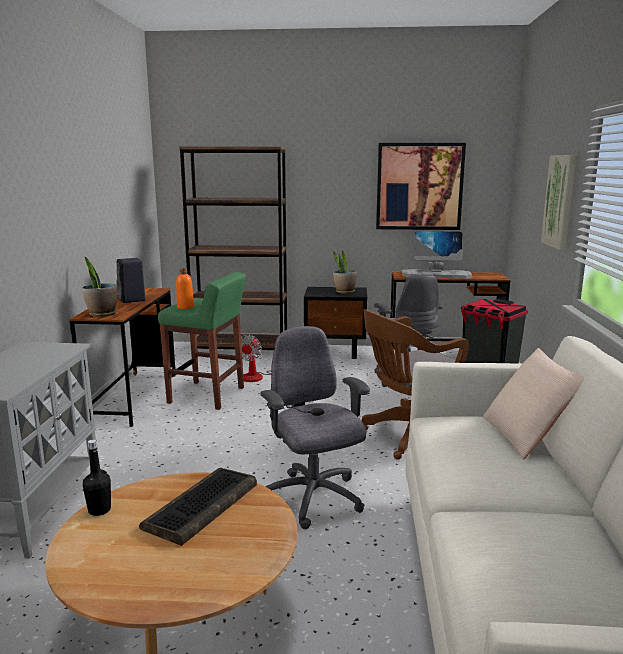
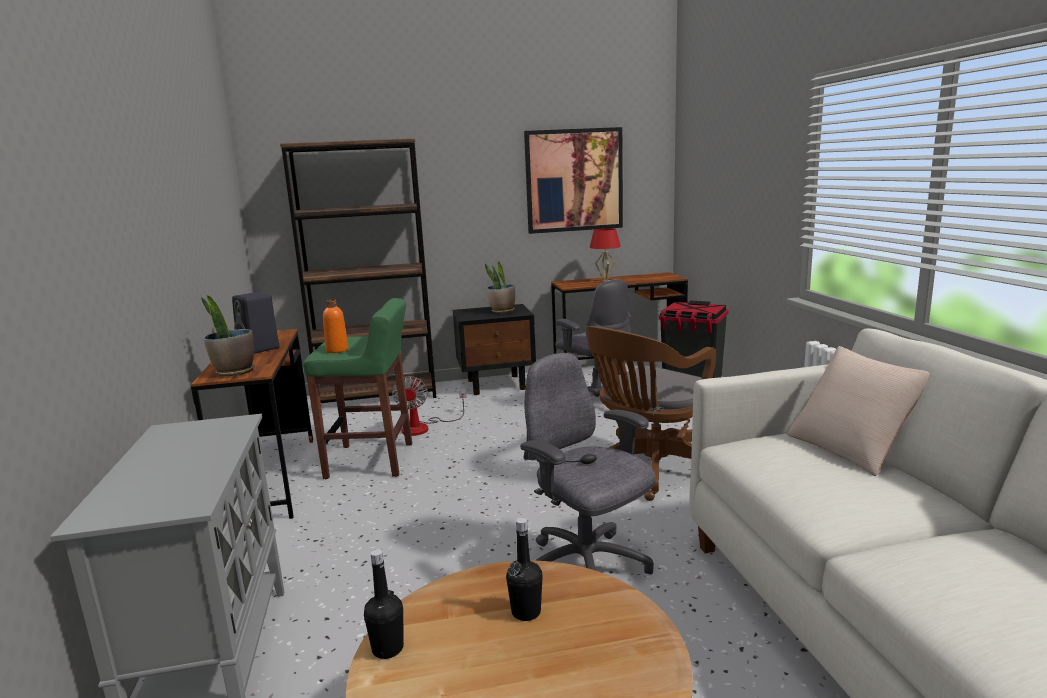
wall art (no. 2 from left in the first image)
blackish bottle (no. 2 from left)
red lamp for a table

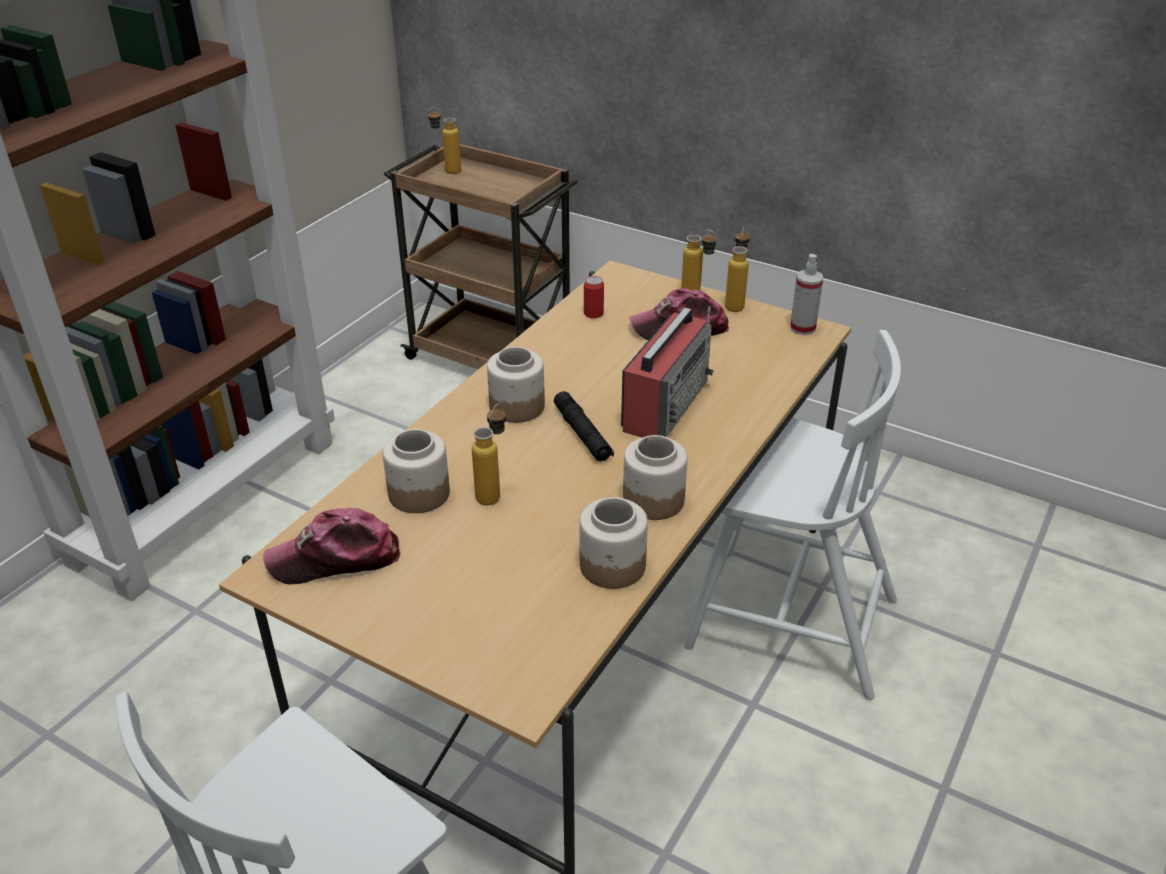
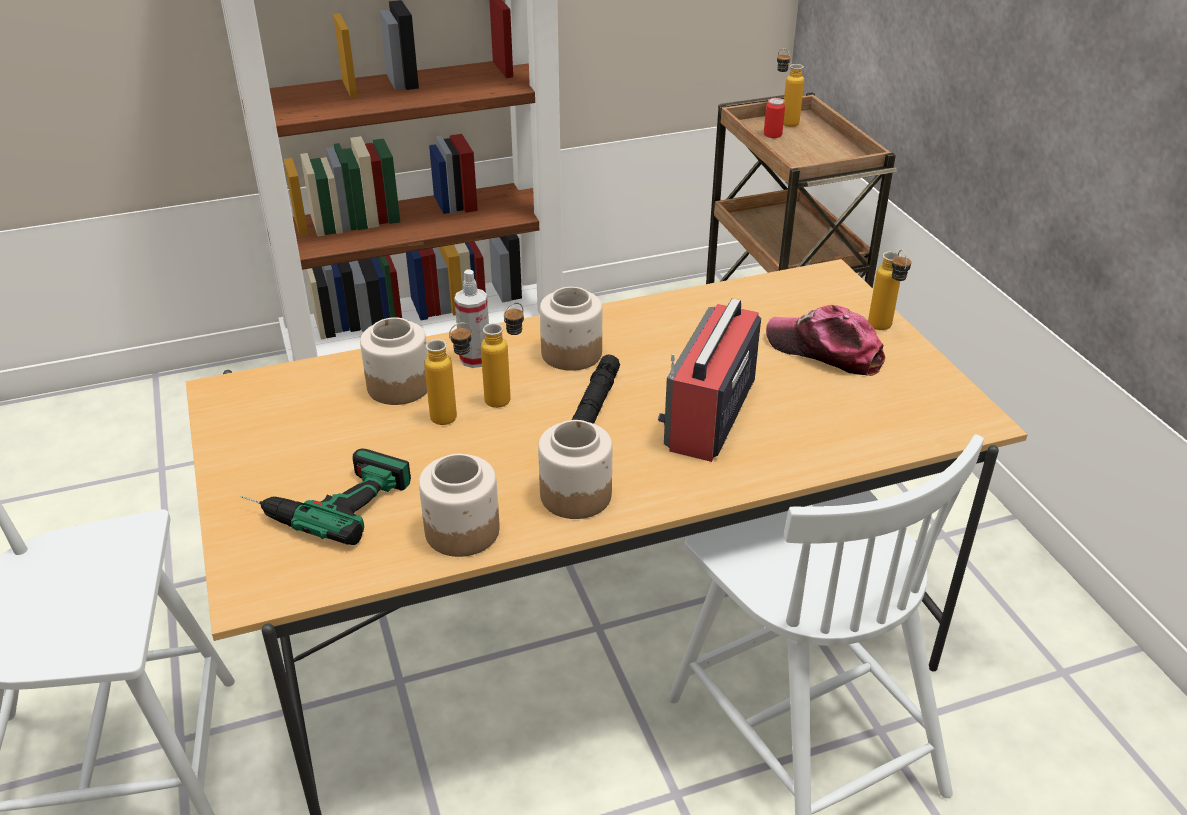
cap (no. 1 from left in the first image)
electric drill
metal can
bottle (no. 2 from left)
spray bottle
radio

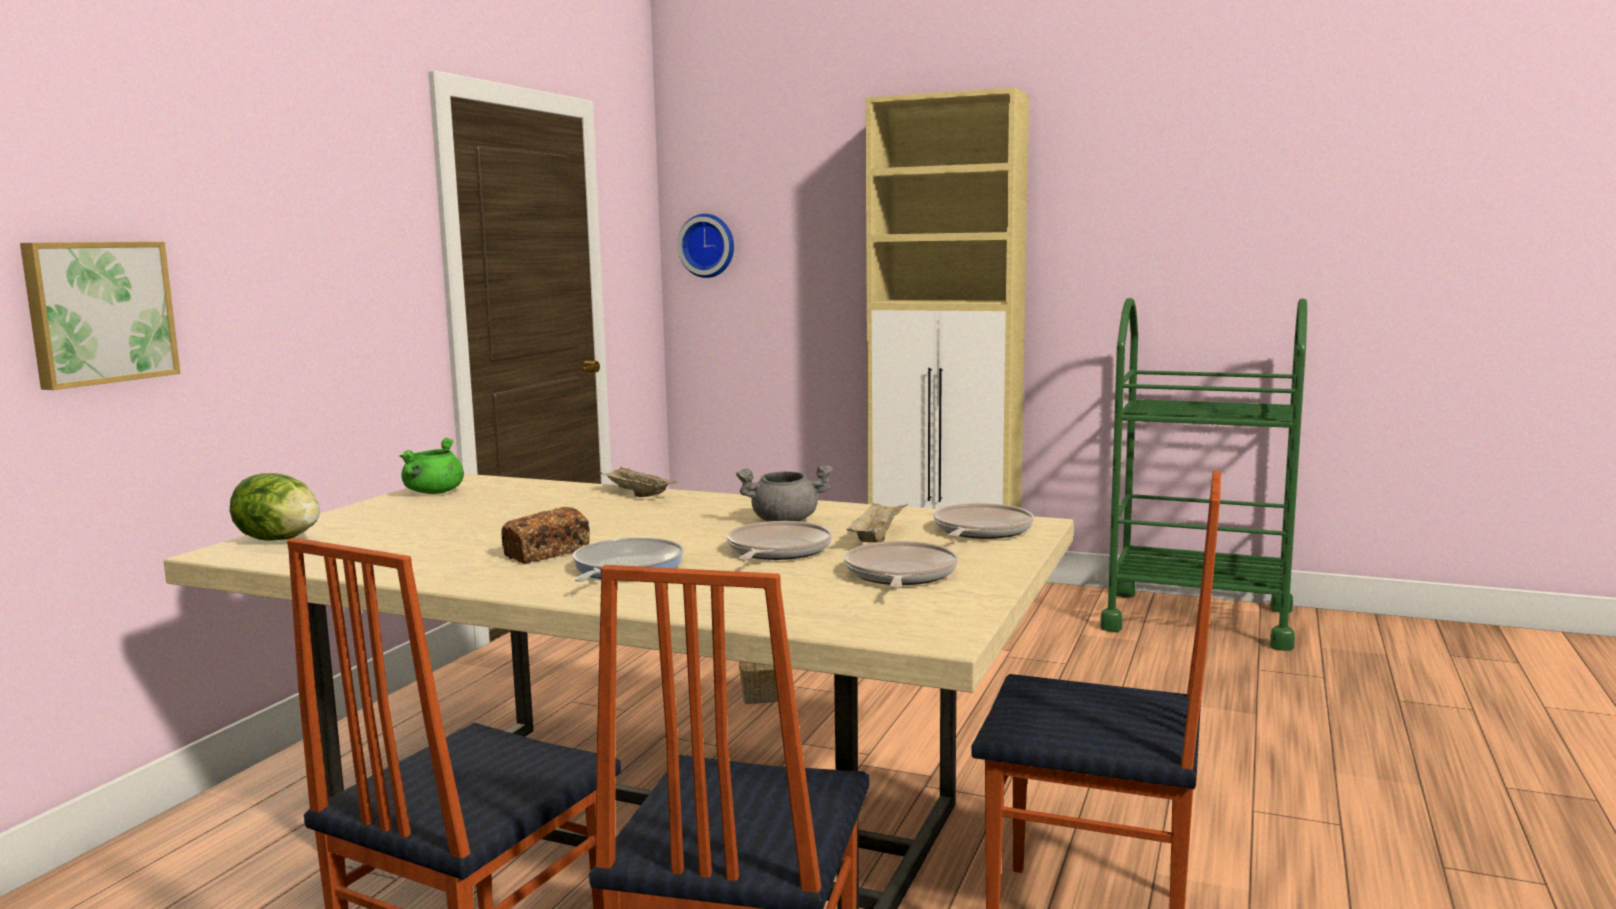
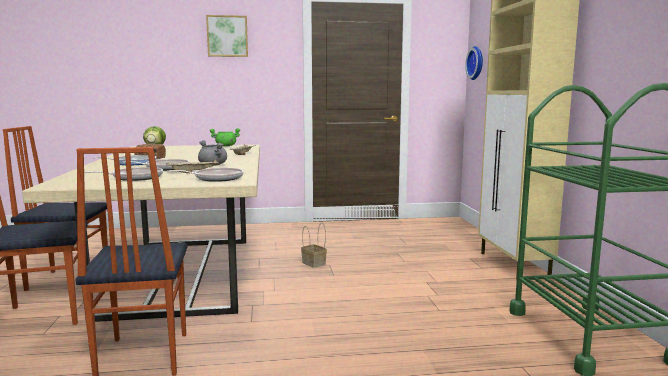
wall art

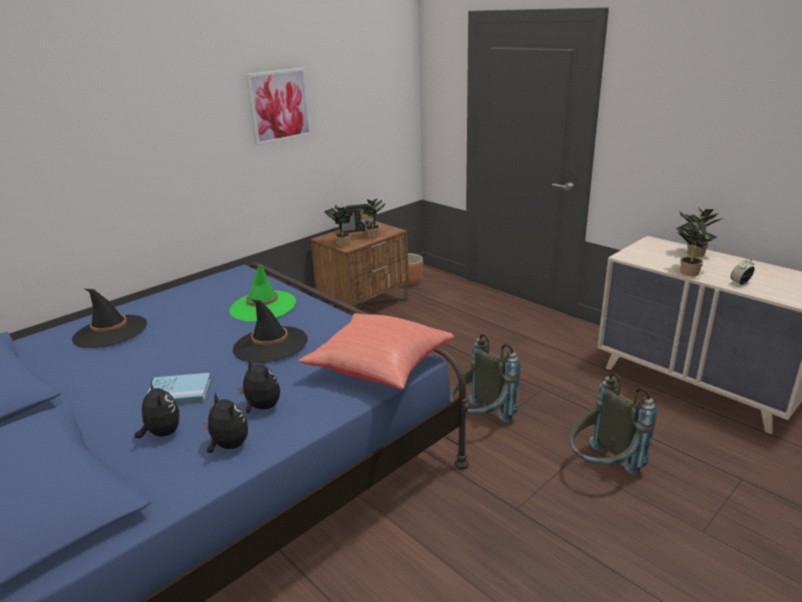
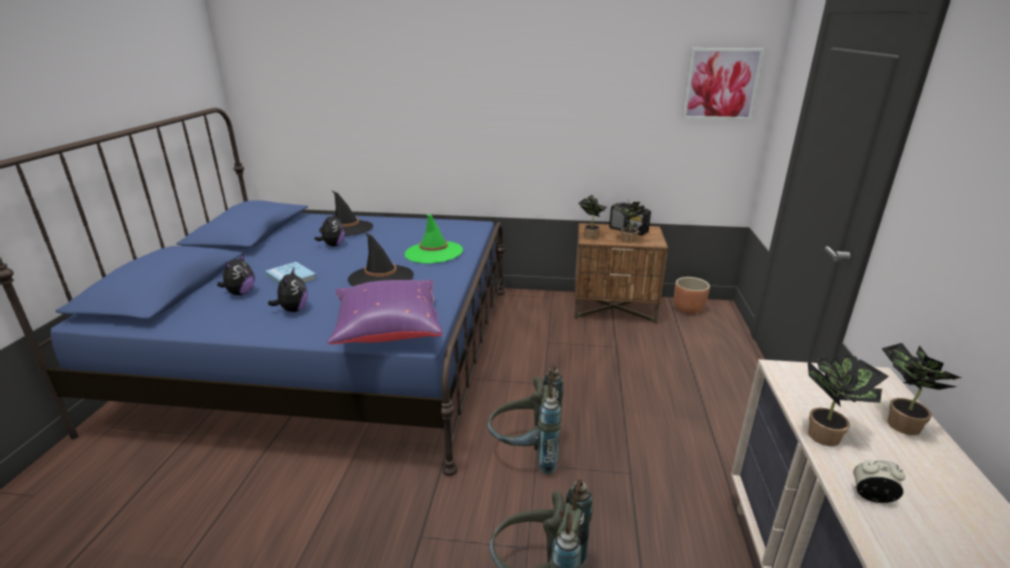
cuddly toy (no. 3 from left)
wall art
purple pillow

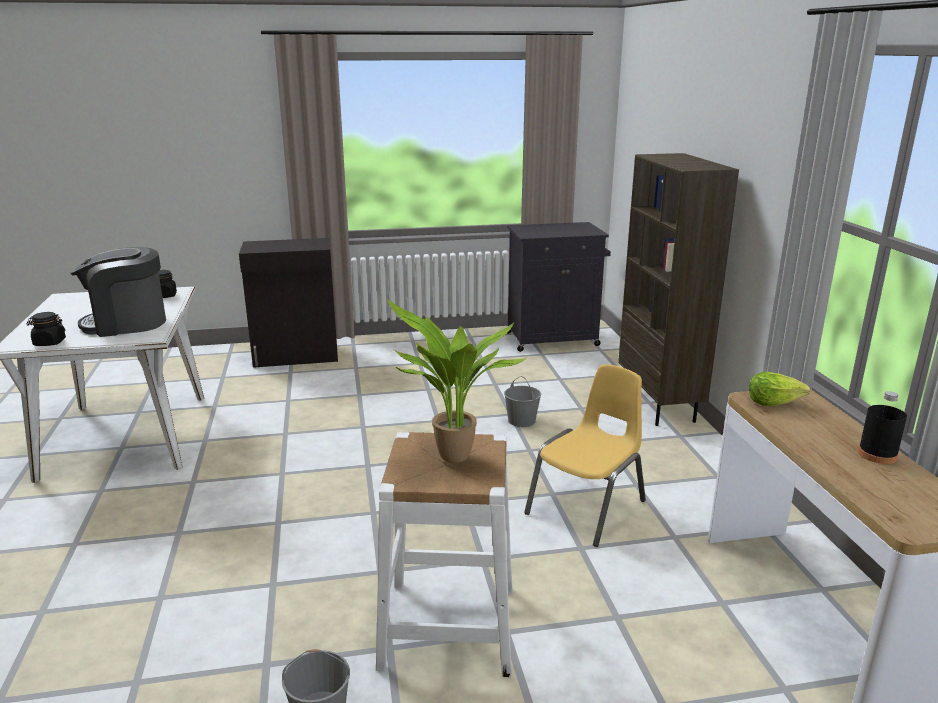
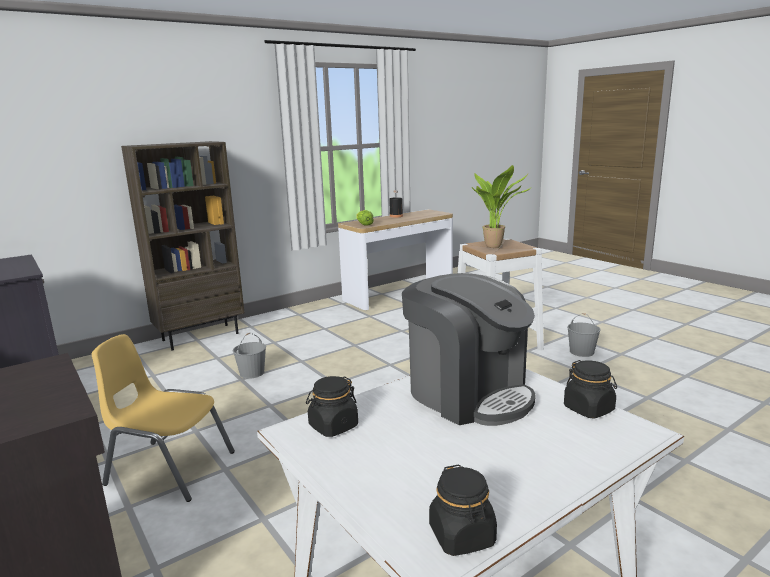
blackish storage jar (no. 2 from left)
yellow-coloured upright chair

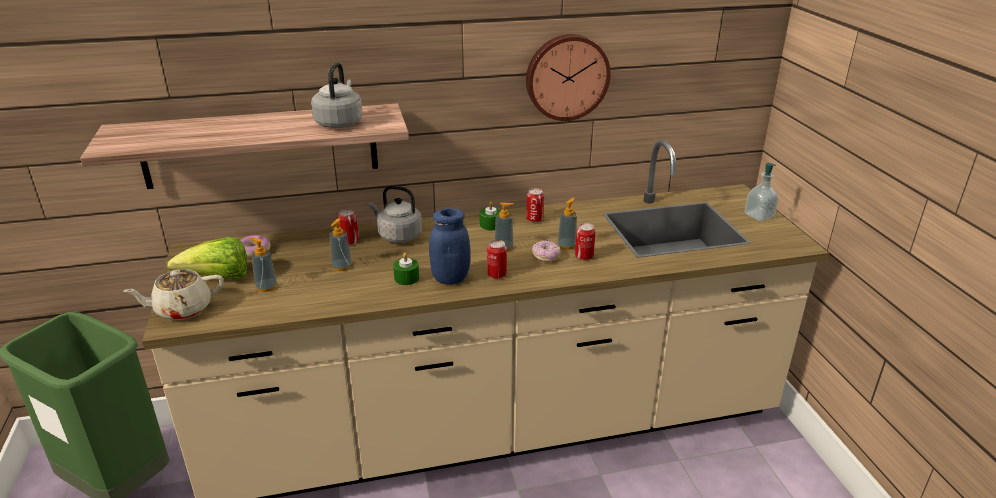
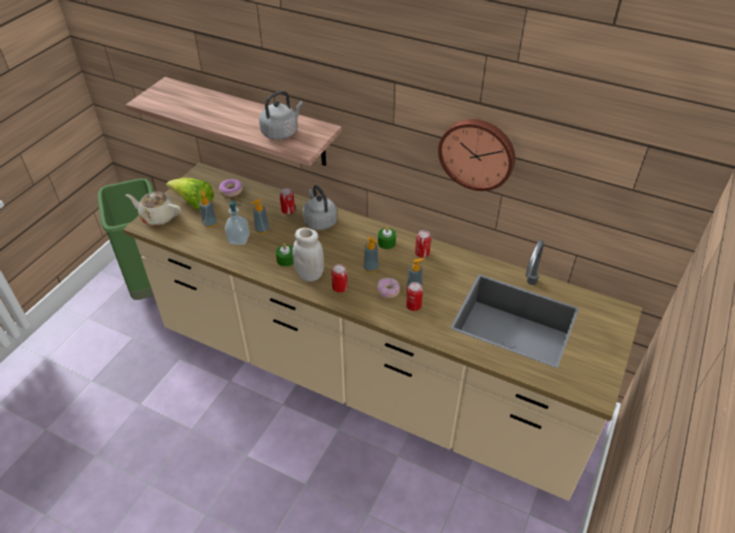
soap dispenser (no. 2 from left)
whitish storage jar

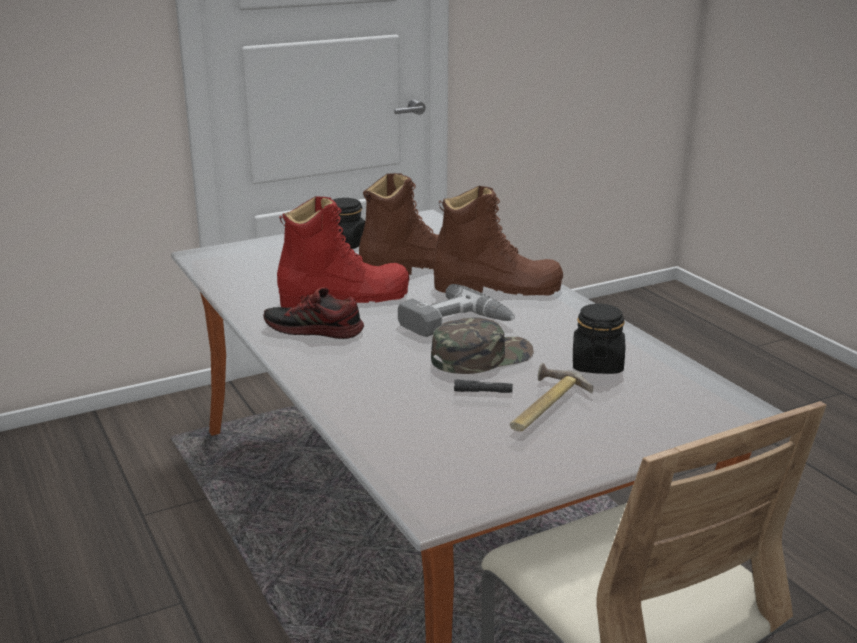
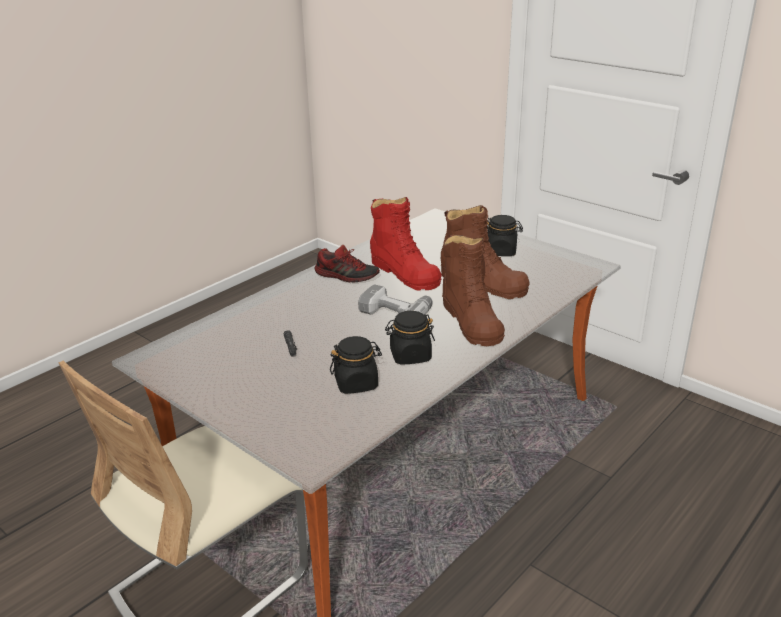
green-coloured cap
tool hammer
blackish storage jar (no. 2 from left)
low shoe

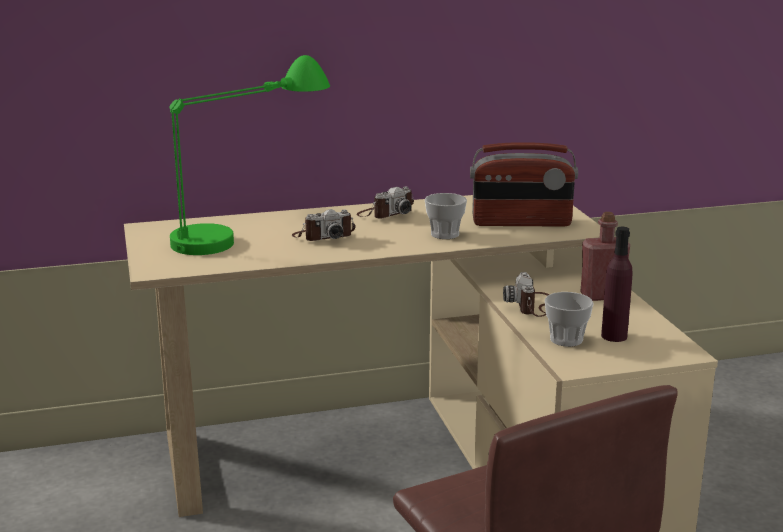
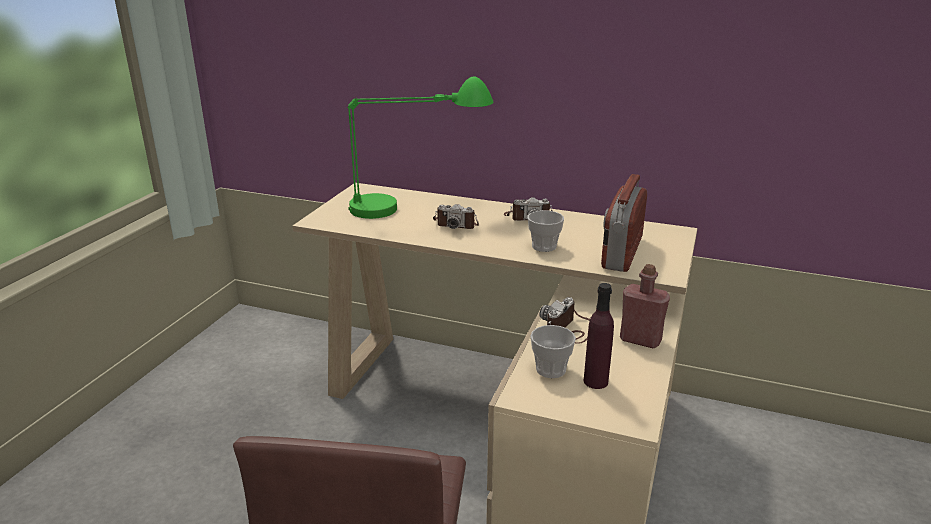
radio

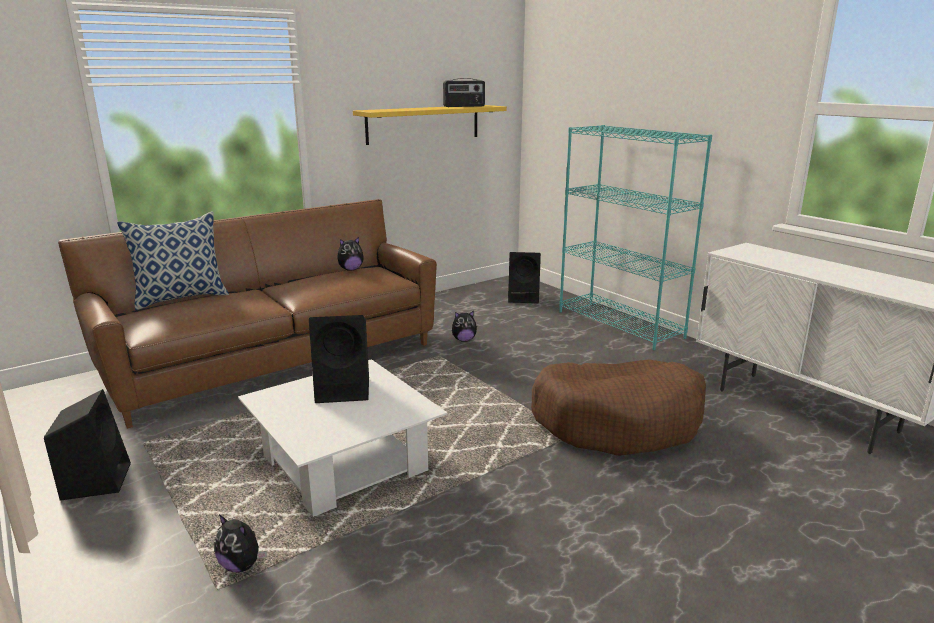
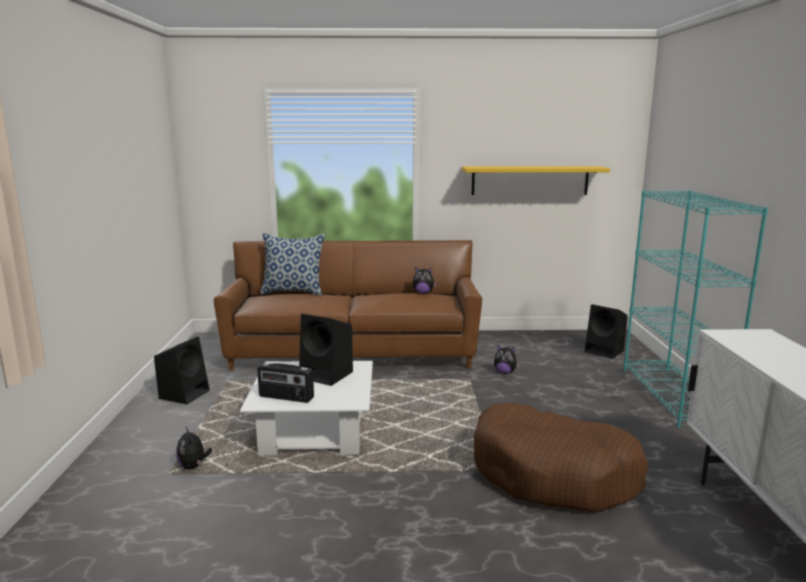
radio

